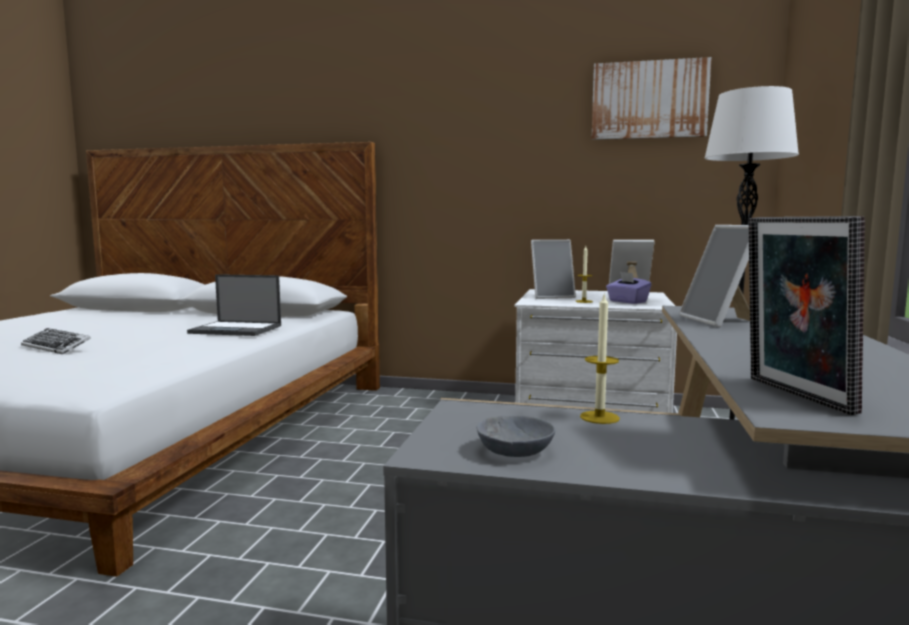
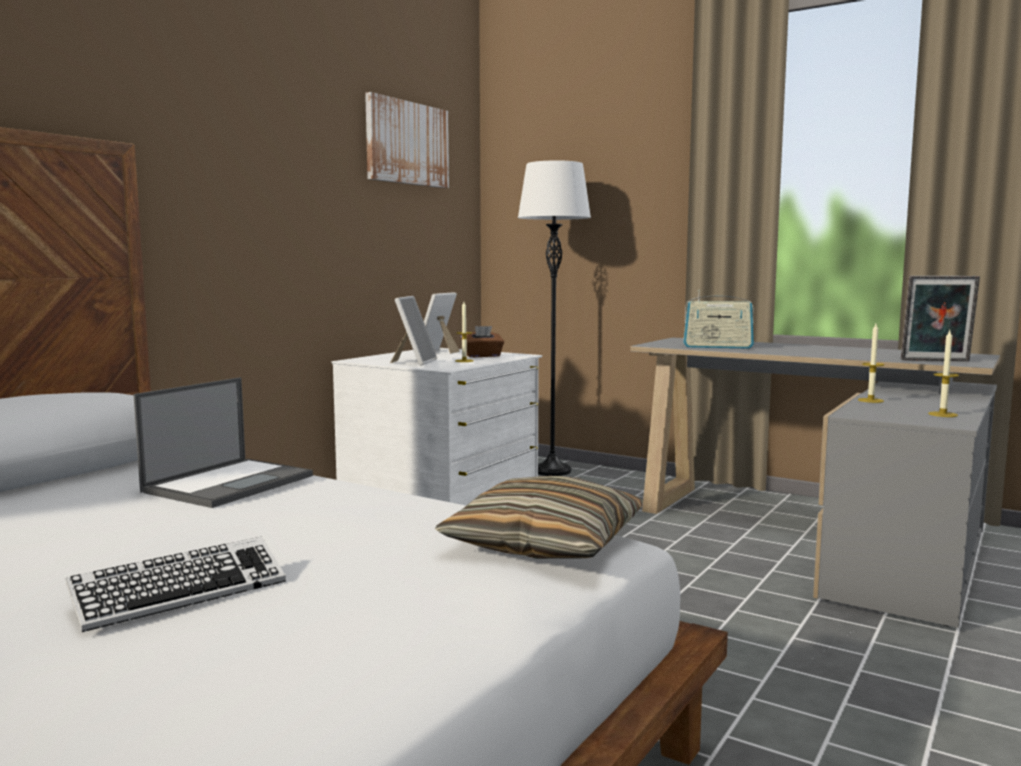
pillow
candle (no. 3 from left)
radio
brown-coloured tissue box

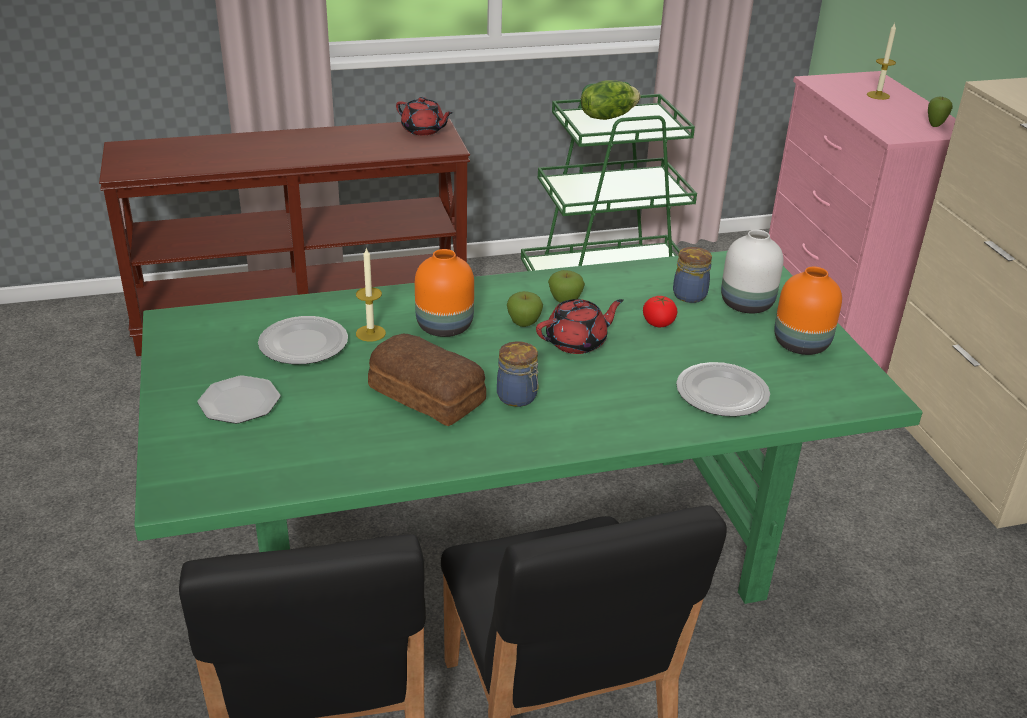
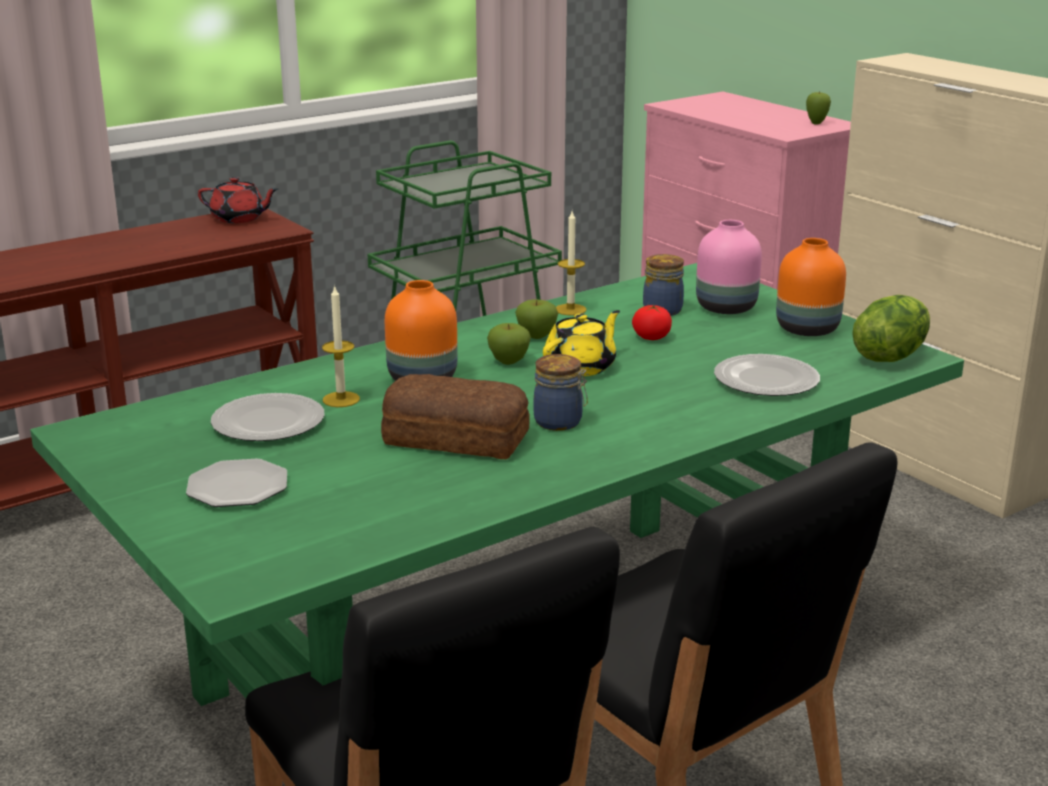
head of lettuce
candle (no. 2 from left)
yellow-coloured teapot
pinkish vase

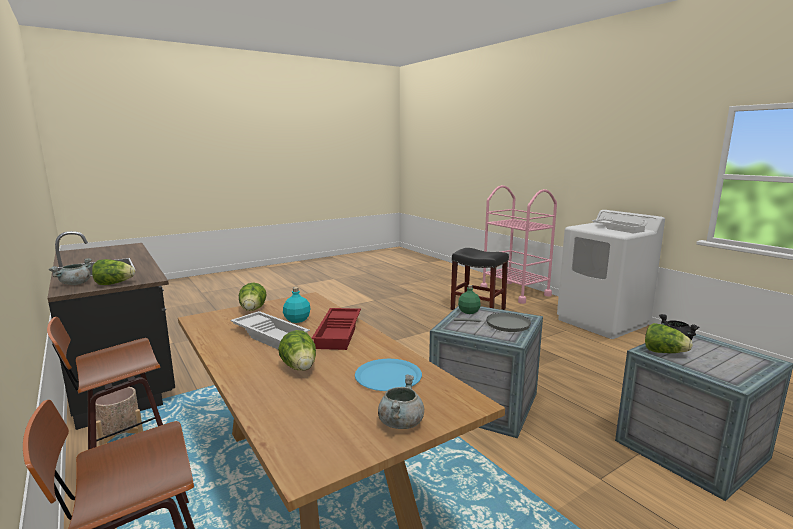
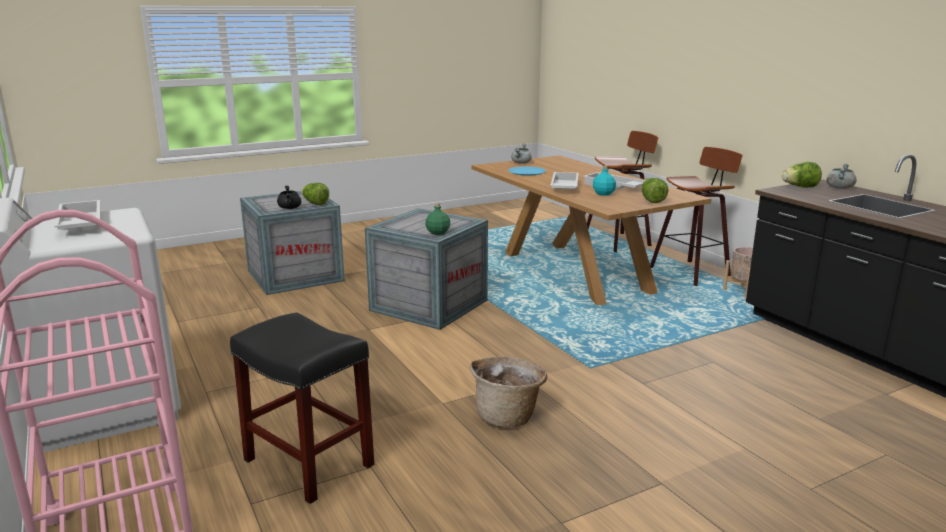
head of lettuce (no. 3 from left in the first image)
greyish skillet
household basket
whitish serving tray (no. 2 from left)

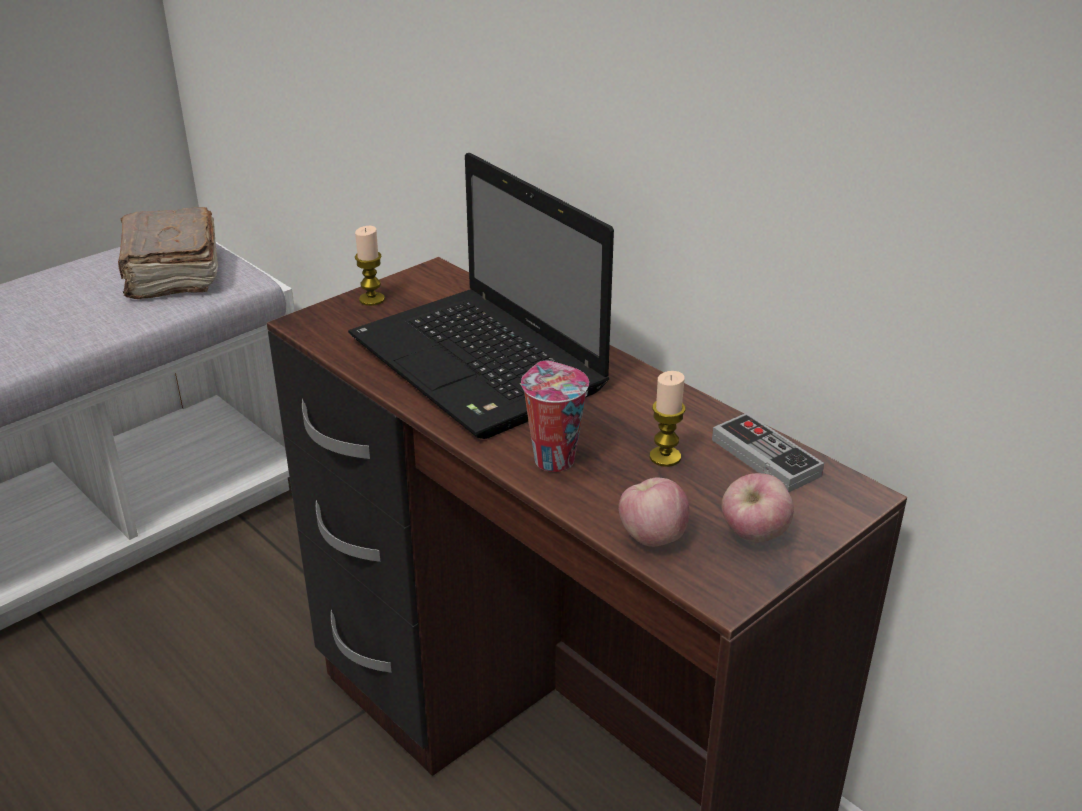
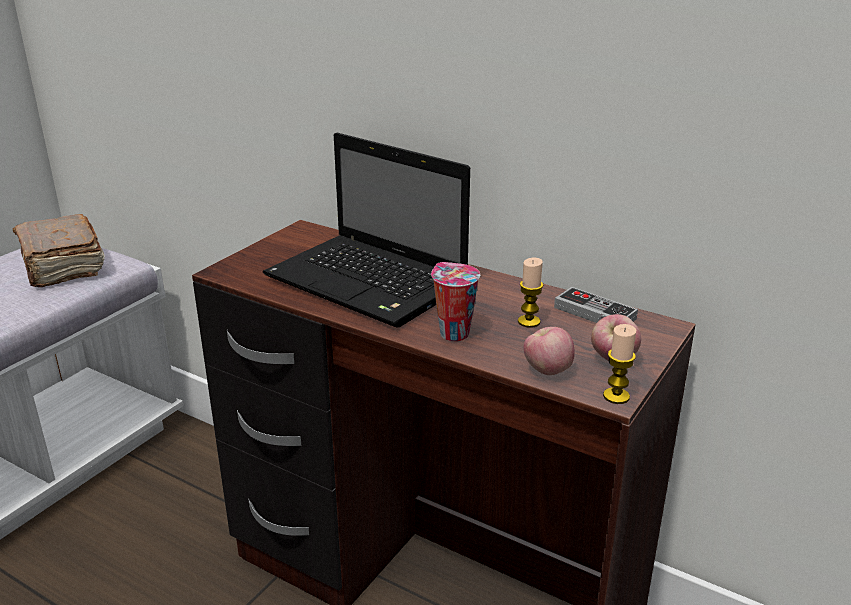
candle (no. 2 from left)

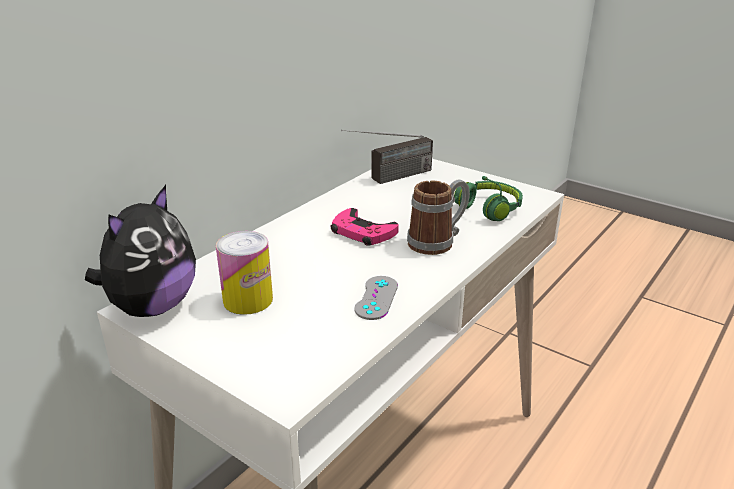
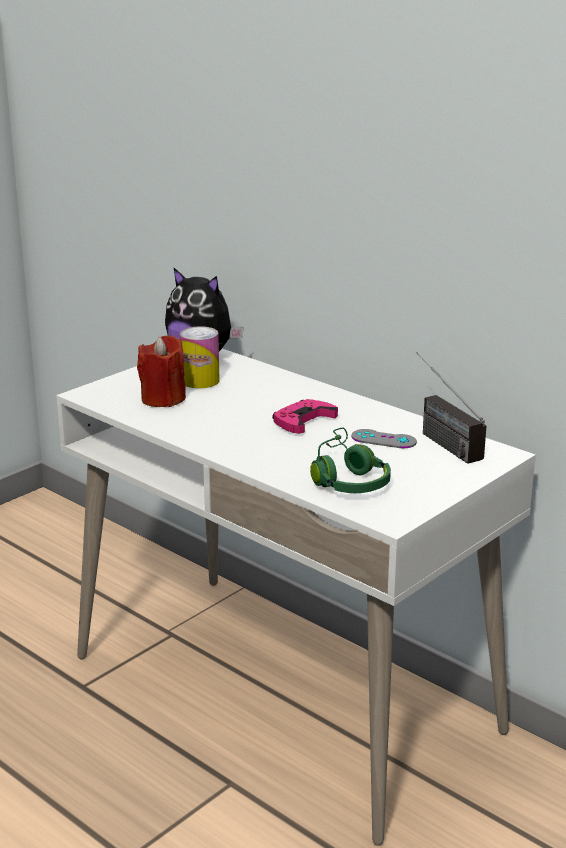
mug
red candle
greyish joypad

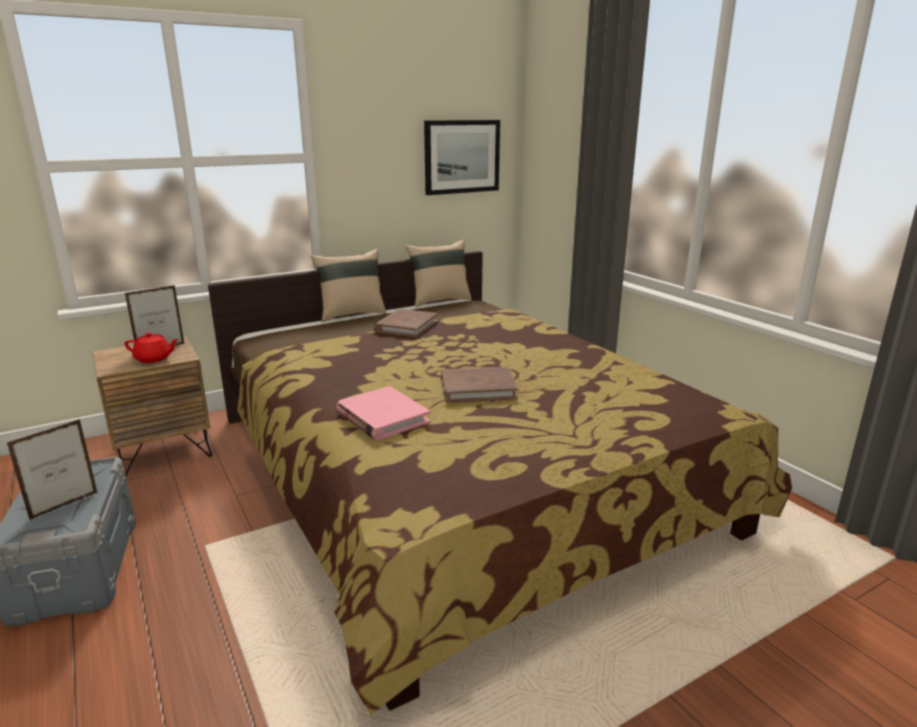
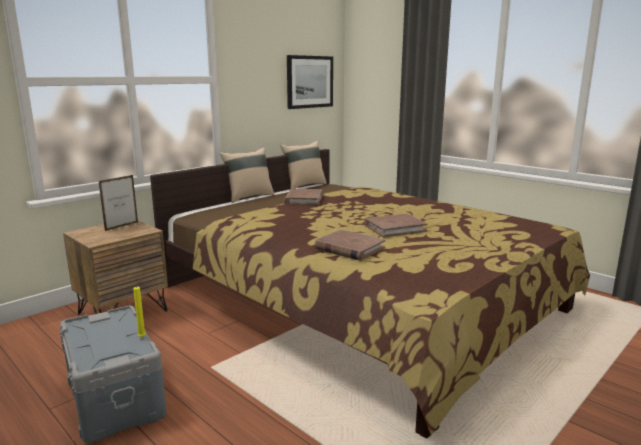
standing frame (no. 1 from left in the first image)
red teapot
yellow-coloured candle
brown-coloured book (no. 2 from left)

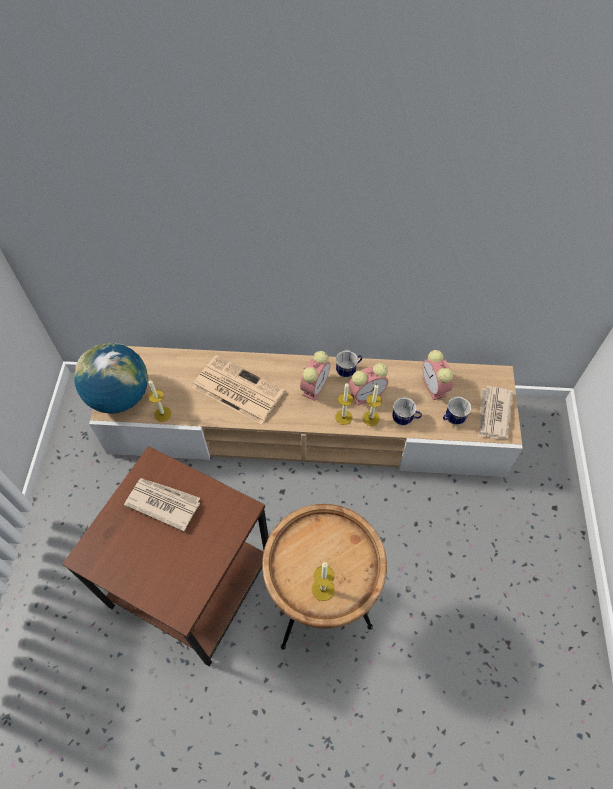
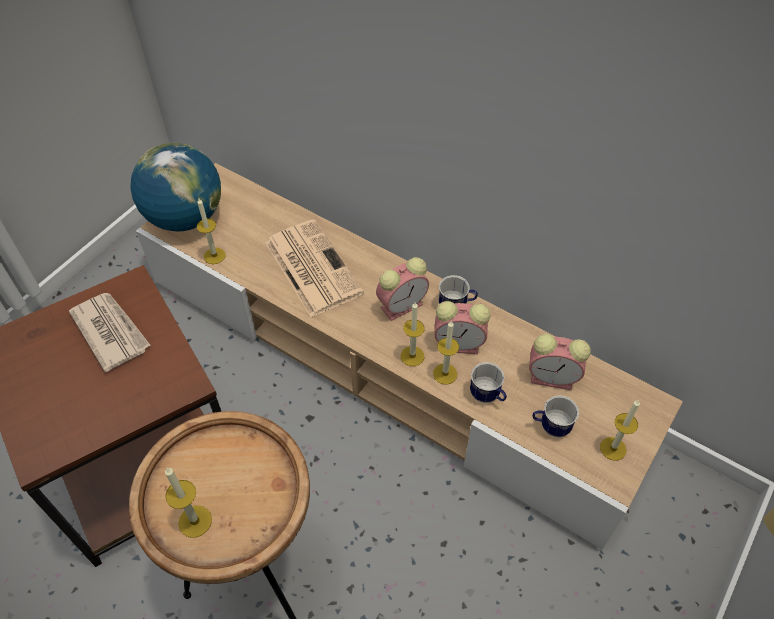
candle (no. 5 from left)
table clock (no. 3 from left)

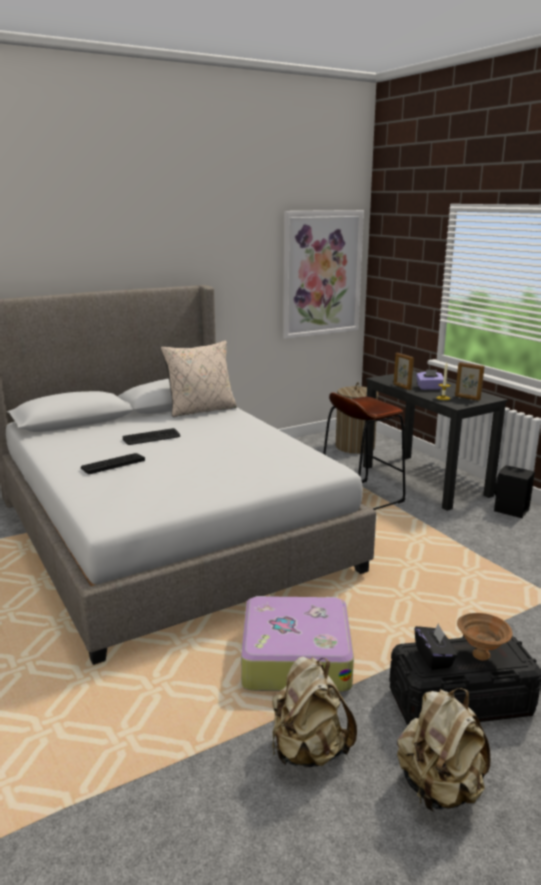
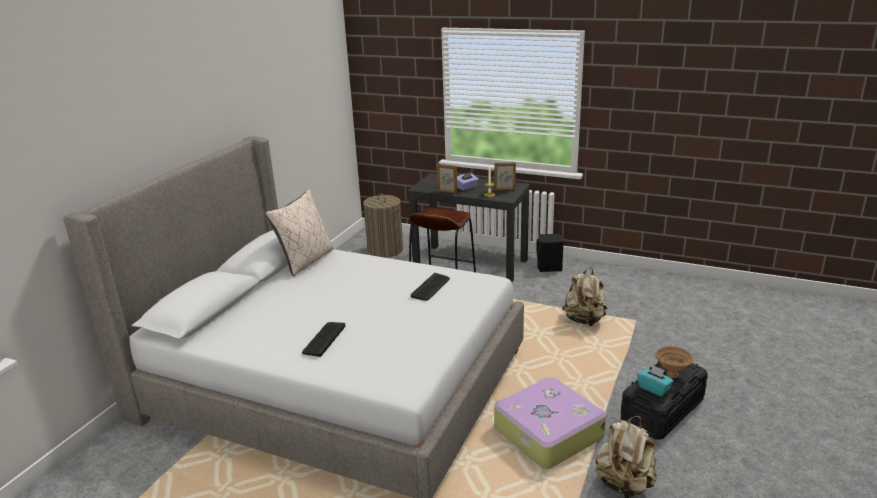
wall art
PC keyboard (no. 2 from left)
sand-coloured rucksack (no. 1 from left)
turquoise tissue box

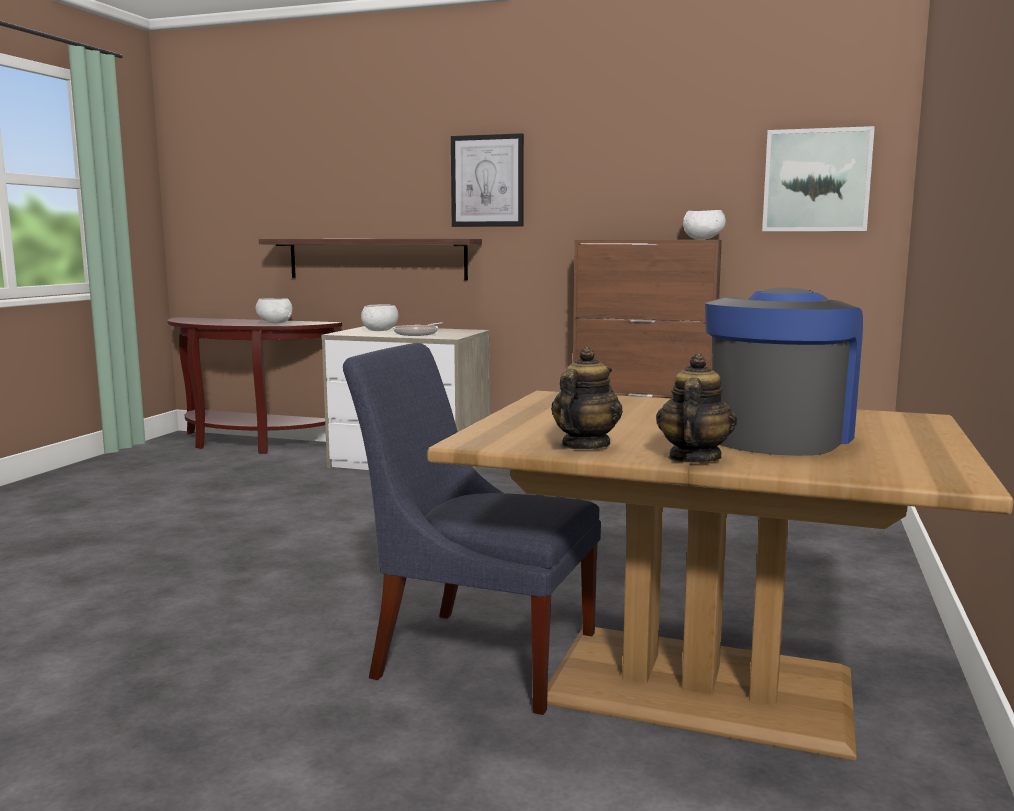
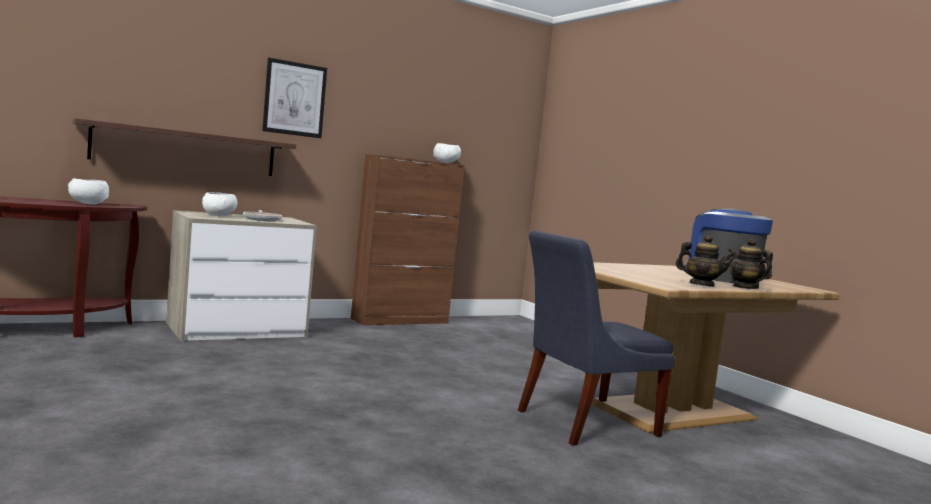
wall art (no. 2 from left in the first image)
teapot (no. 1 from left)

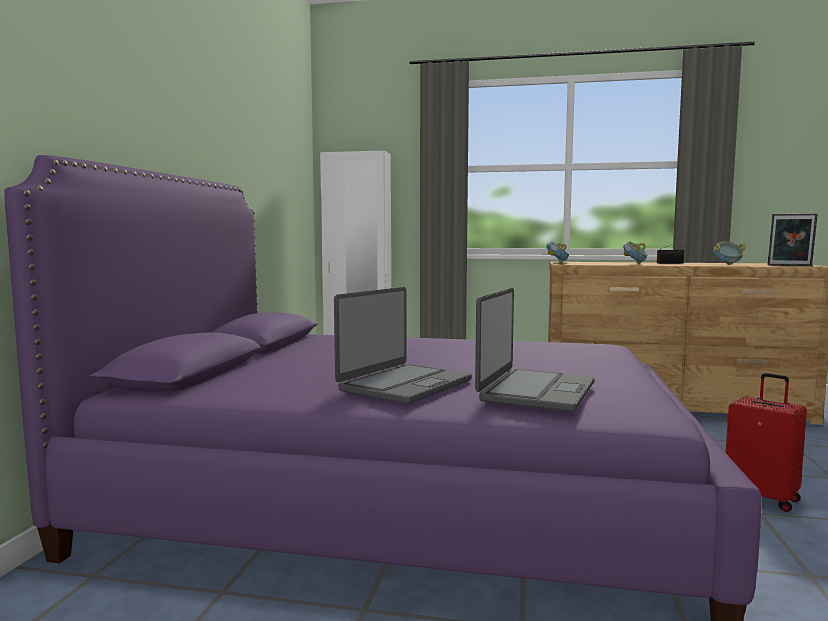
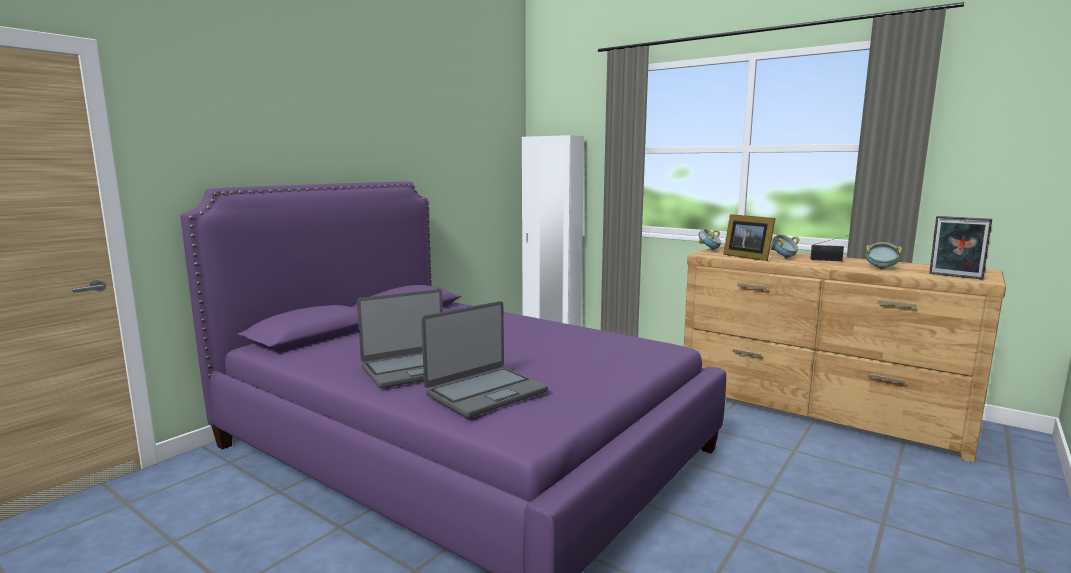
red travel case
standing frame (no. 1 from left)

